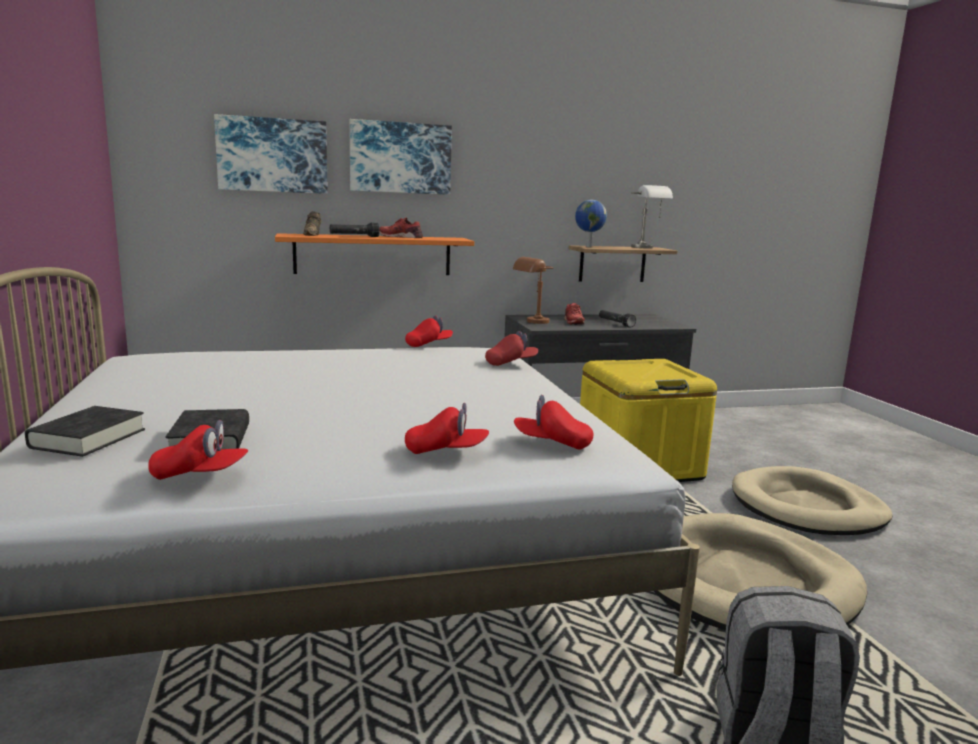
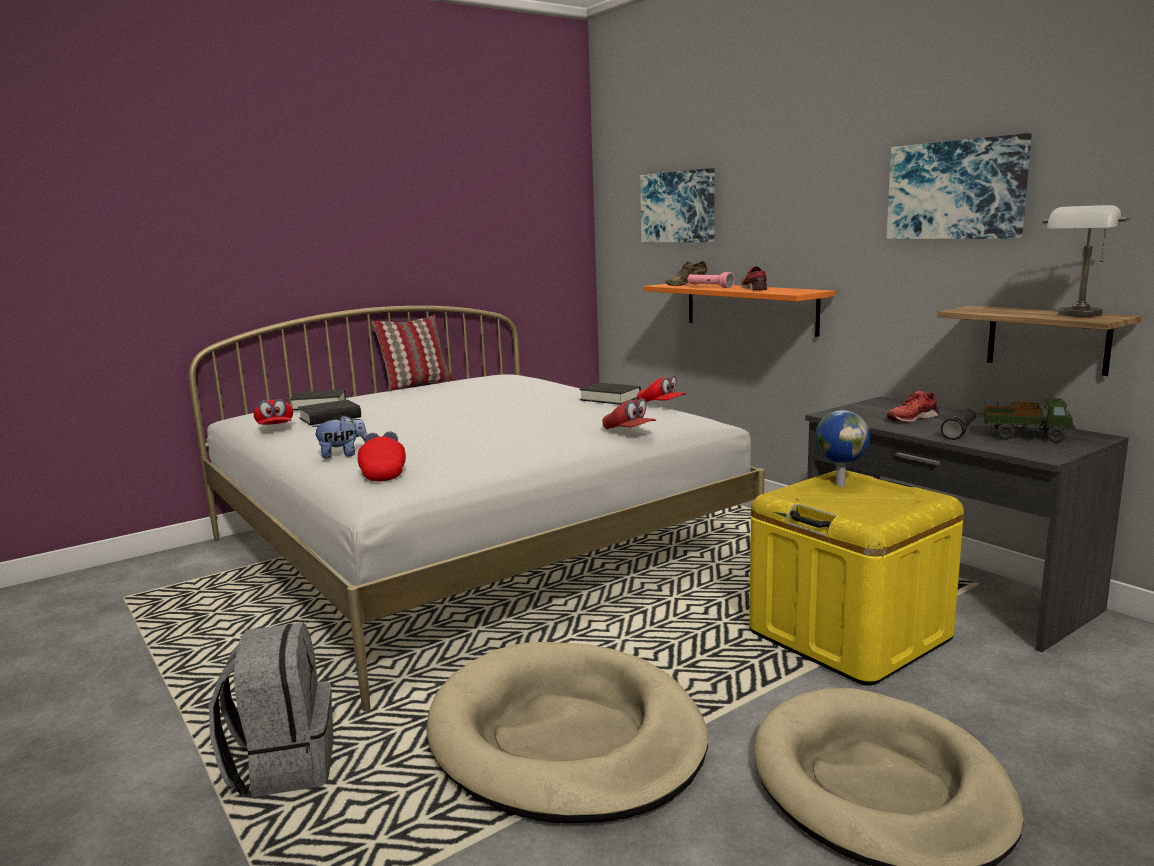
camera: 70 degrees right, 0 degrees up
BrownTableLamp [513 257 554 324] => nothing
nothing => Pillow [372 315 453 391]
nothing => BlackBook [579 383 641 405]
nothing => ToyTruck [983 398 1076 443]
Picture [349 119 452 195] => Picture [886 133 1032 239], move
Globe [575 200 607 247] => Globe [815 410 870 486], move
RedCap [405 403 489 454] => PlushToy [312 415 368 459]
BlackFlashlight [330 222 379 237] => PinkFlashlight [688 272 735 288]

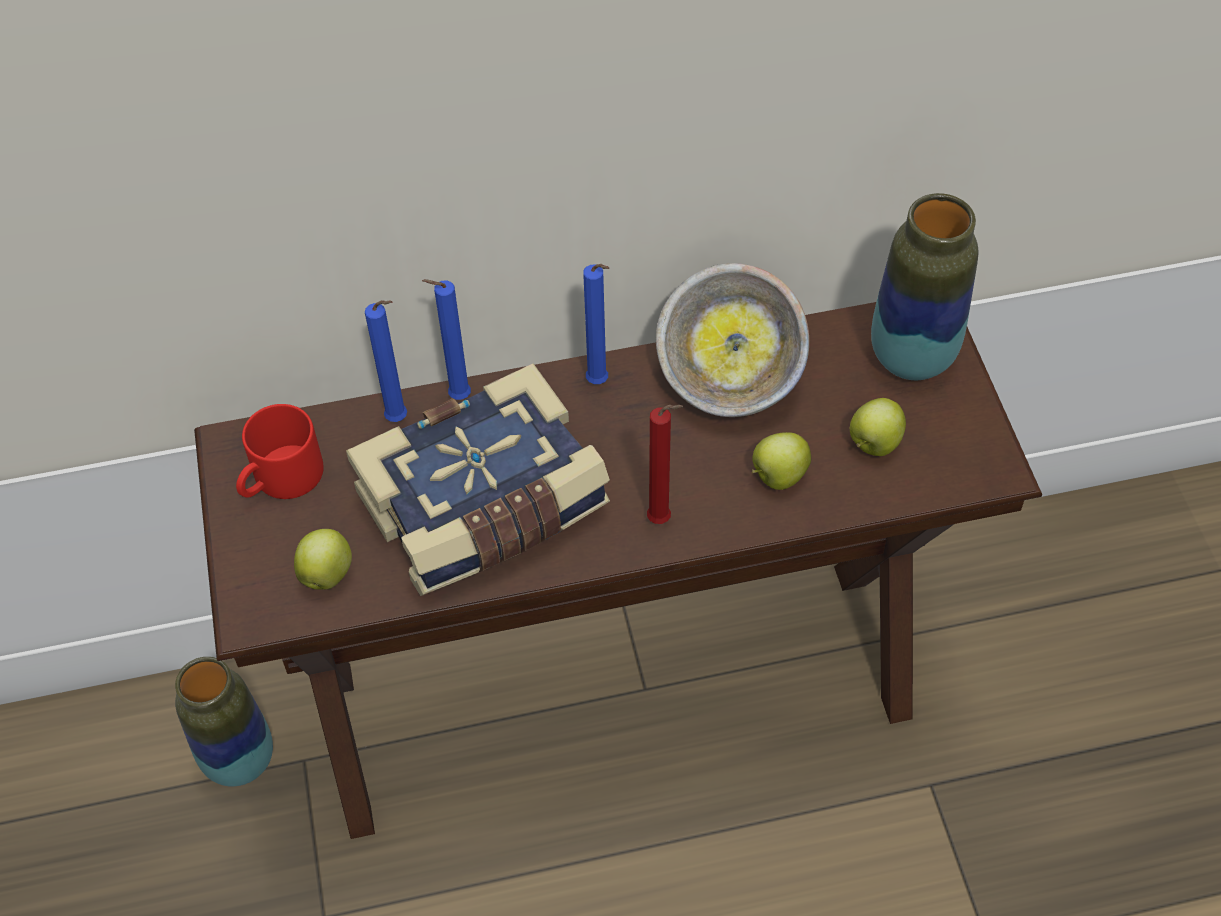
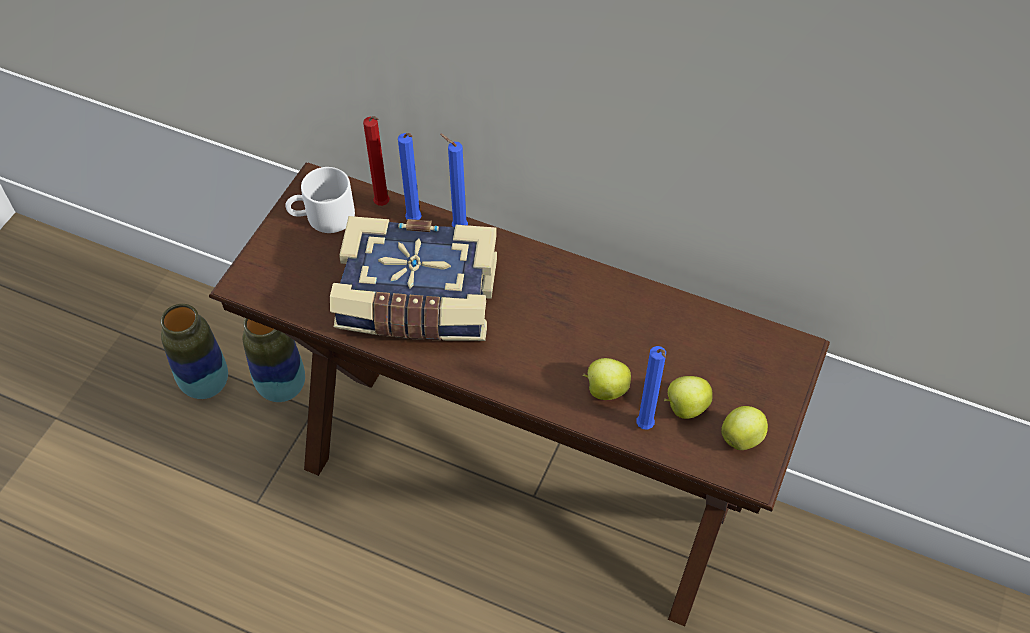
camera: 35 degrees right, 0 degrees up
Bowl [656 263 809 417] => nothing
Apple [294 529 352 590] => Apple [721 406 768 450], move
BlueCandle [583 264 609 384] => BlueCandle [636 346 666 430], move
RedCandle [647 405 683 524] => RedCandle [363 116 390 206], move
Vase [871 193 979 380] => Vase [160 304 228 399], move
RedMug [236 404 324 499] => WhiteMug [285 167 355 233]

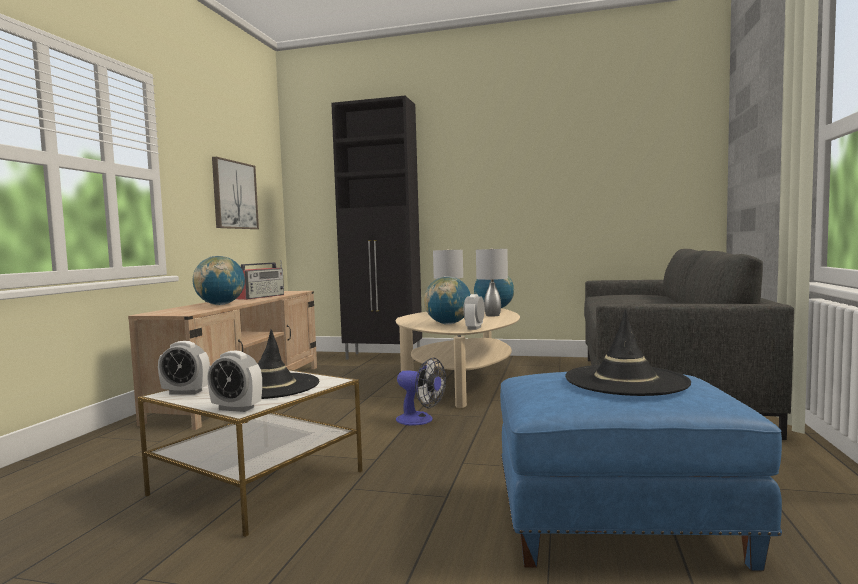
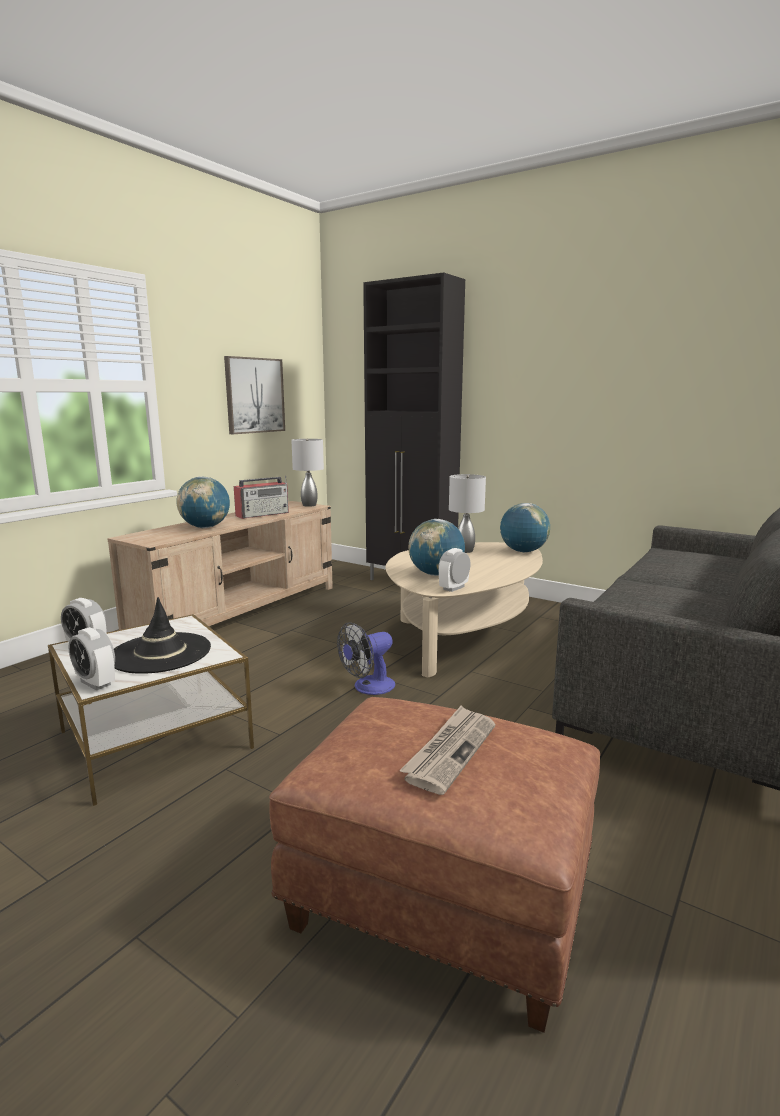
camera: 20 degrees right, 10 degrees up
GreyTableLamp [476 248 508 317] => GreyTableLamp [291 439 324 507], move
BlackHat [565 309 691 396] => Newspaper [399 705 495 795]
BlueOttoman [500 372 782 571] => BrownOttoman [269 697 600 1033]
Fan [396 358 446 425] => Fan [337 622 395 695], 90 degrees clockwise

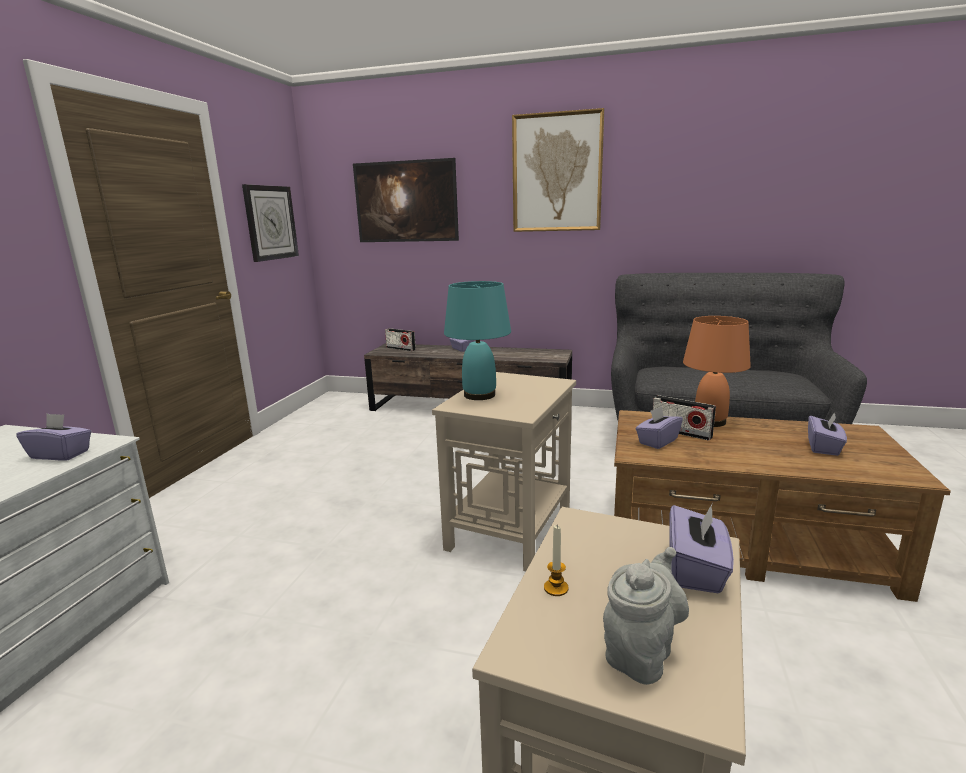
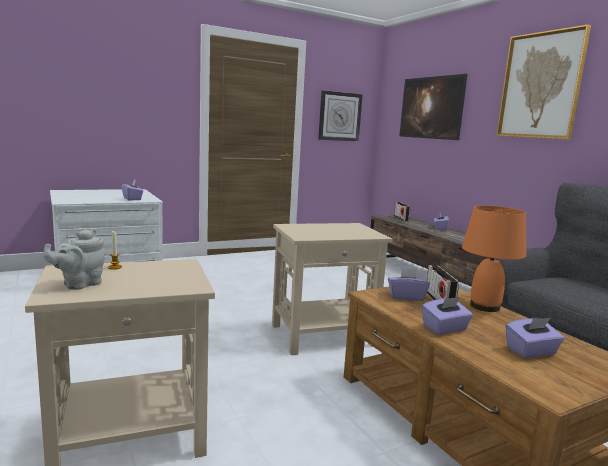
camera: 45 degrees right, 5 degrees down
TurquoiseTableLamp [444 281 511 400] => nothing
PurpleTissueBox [669 504 734 593] => PurpleTissueBox [422 297 473 335], move
GreyTeapot [603 547 689 685] => GreyTeapot [43 229 105 290], 135 degrees clockwise

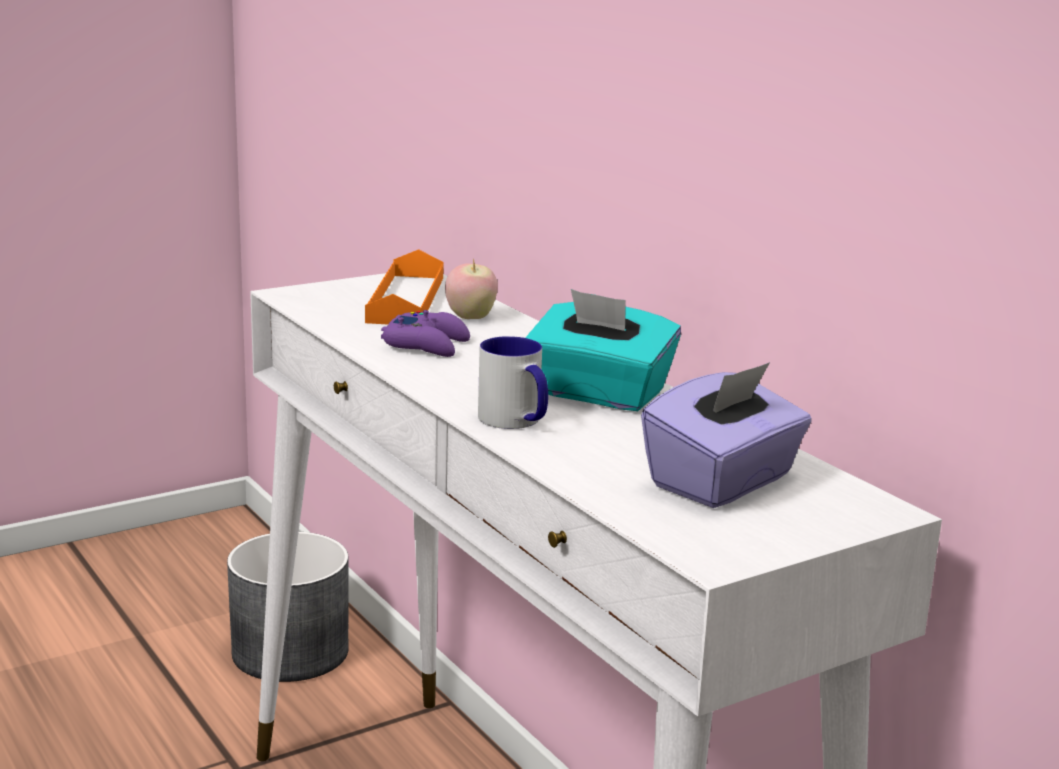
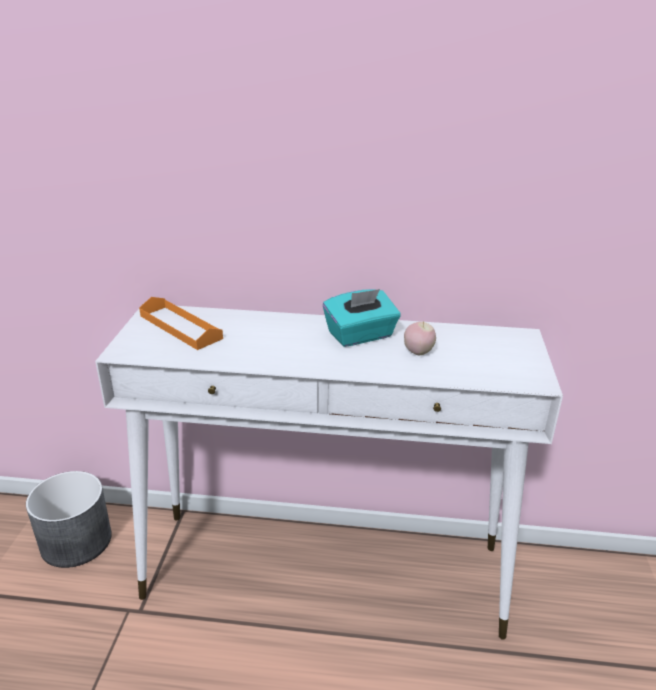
camera: 50 degrees left, 10 degrees up
PurpleGameController [381 310 470 357] => nothing
Mug [478 336 548 429] => nothing
PurpleTissueBox [641 362 812 508] => nothing
Apple [445 258 498 319] => Apple [404 321 436 355], move

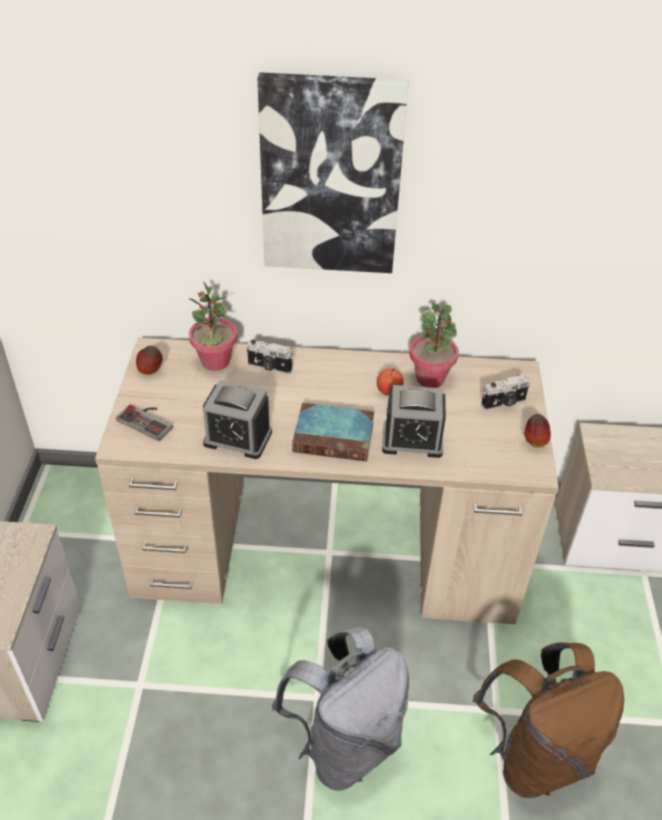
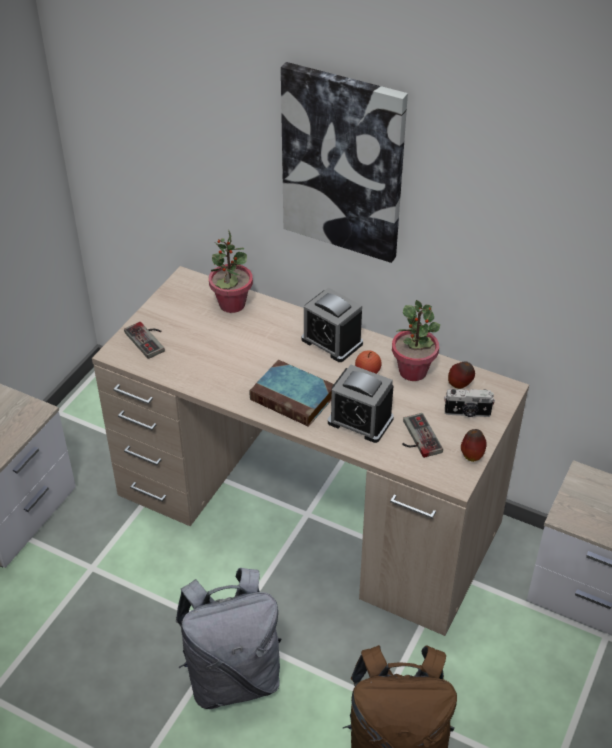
camera: 25 degrees right, 0 degrees up
PhotoCamera [247 340 293 374] => nothing
nothing => GameController [402 413 443 458]
Apple [136 346 163 375] => Apple [448 361 475 389], move
AlarmClock [203 380 272 459] => AlarmClock [302 287 363 362], move

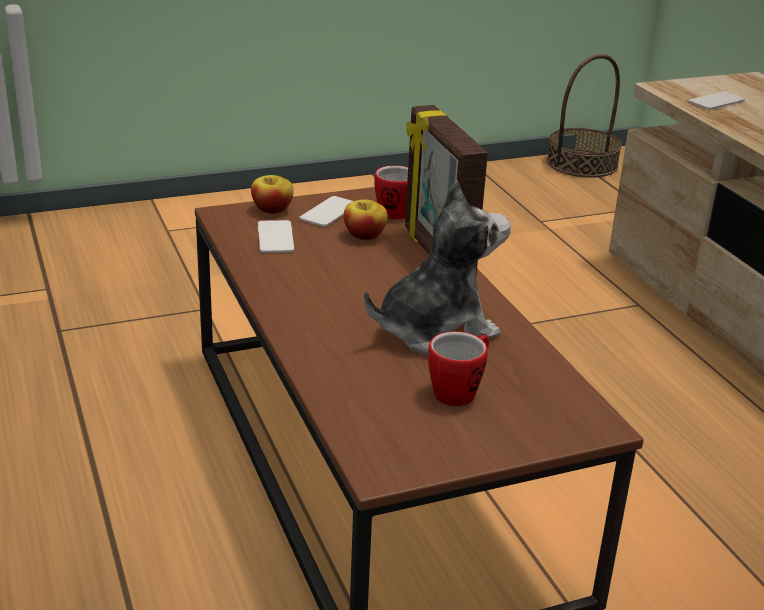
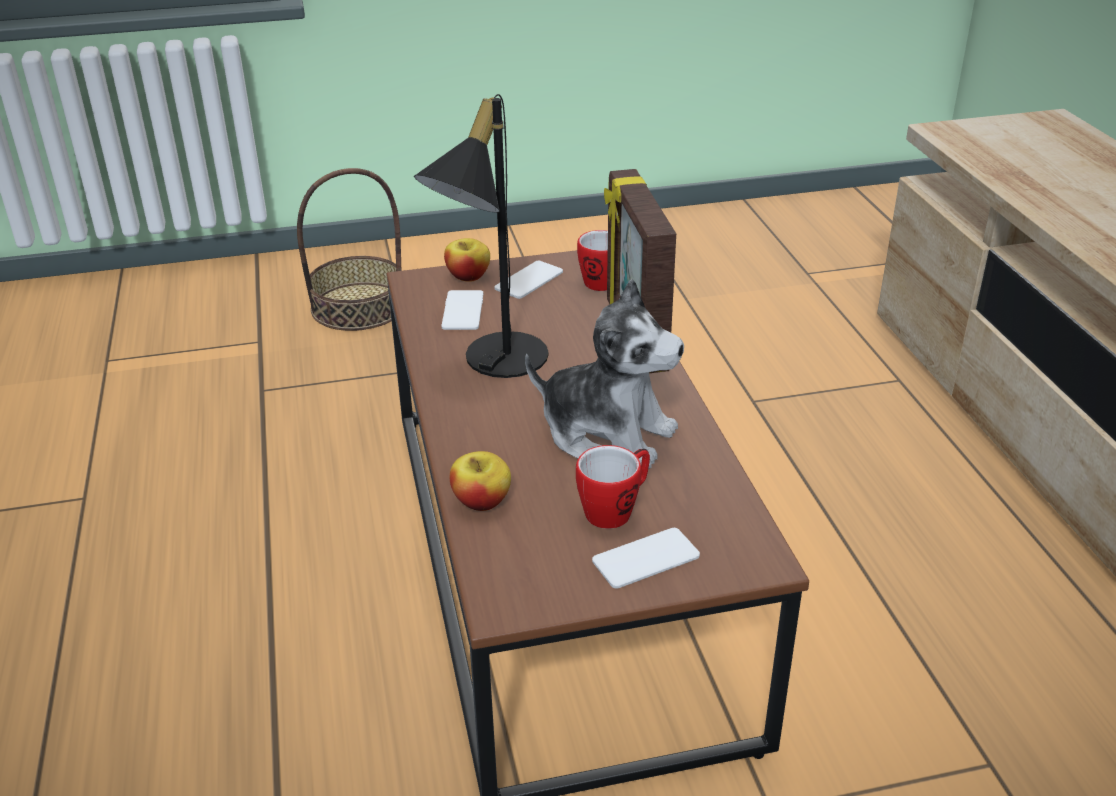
camera: 10 degrees right, 5 degrees up
nothing => BlackTableLamp [414 94 549 378]
Apple [344 200 388 240] => Apple [450 451 511 511], move
Basket [547 54 622 177] => Basket [297 168 402 331], move
Phone [689 91 745 110] => Phone [592 528 700 588], move
PlushToy [364 180 511 355] => PlushToy [525 279 684 469], 45 degrees clockwise

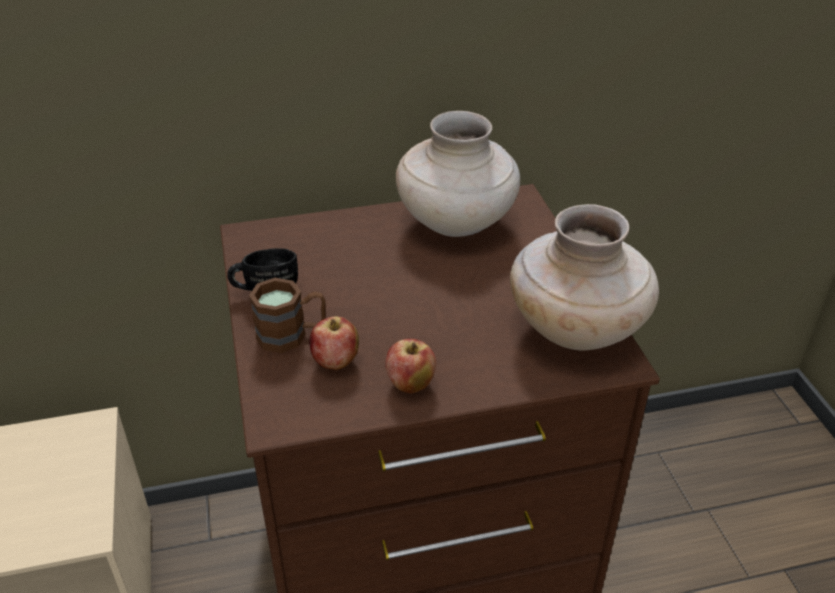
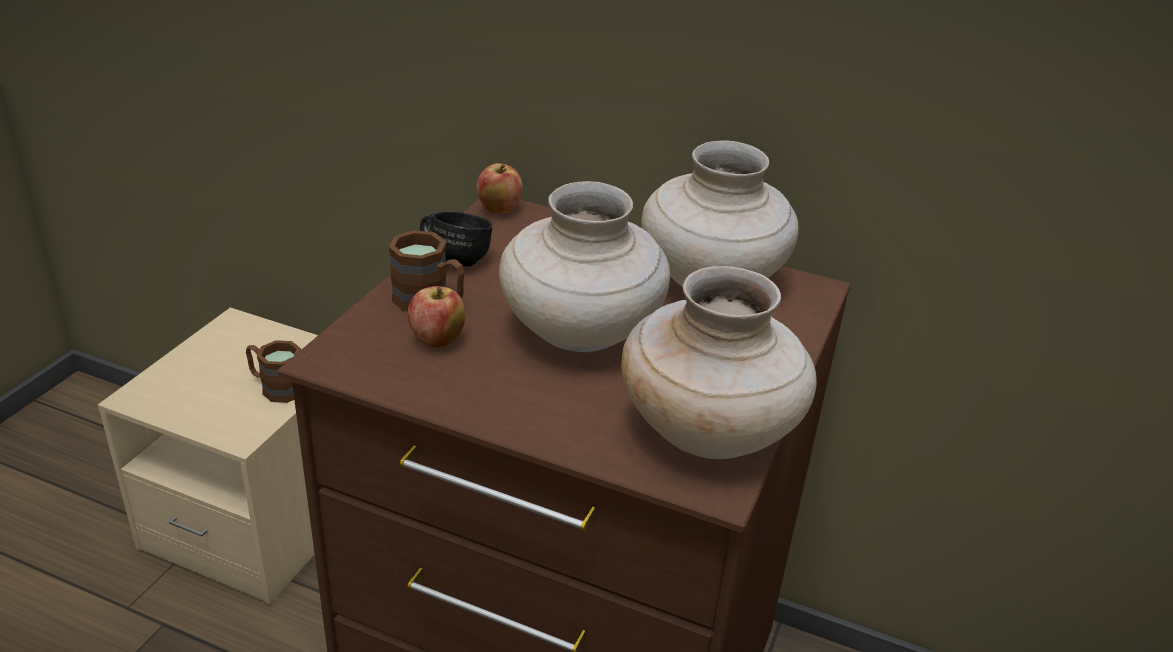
camera: 35 degrees right, 5 degrees down
nothing => BrownMug [246 340 301 403]
nothing => BeigeVase [499 181 670 352]
Apple [385 339 436 393] => Apple [476 163 523 214], move

